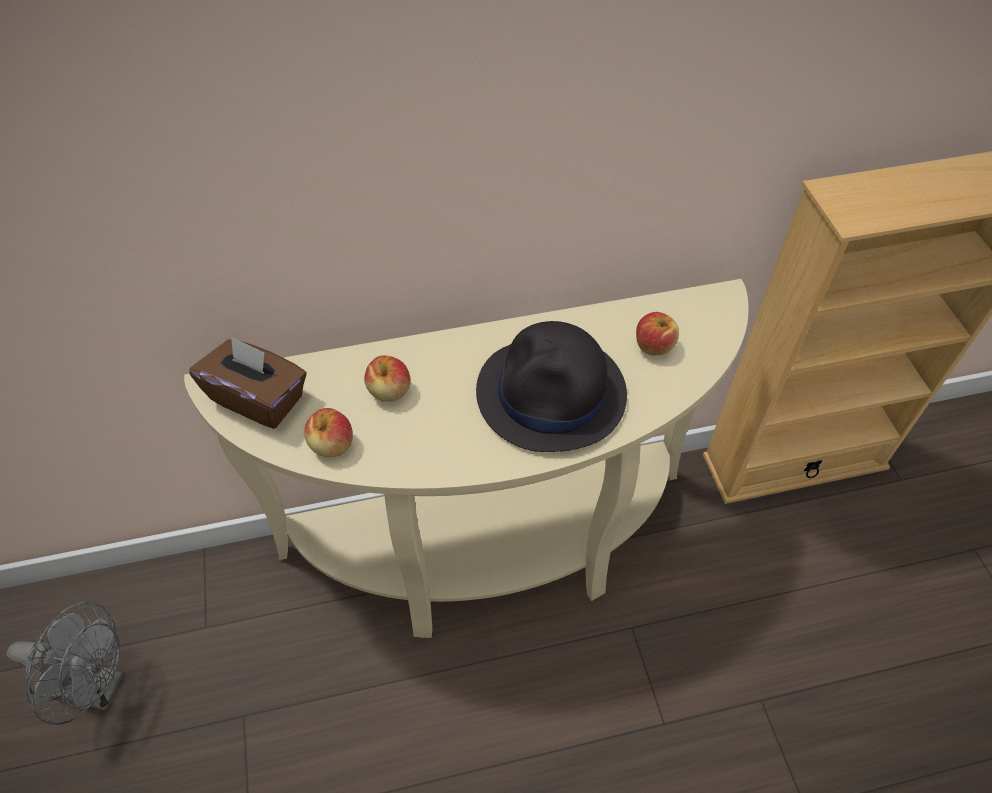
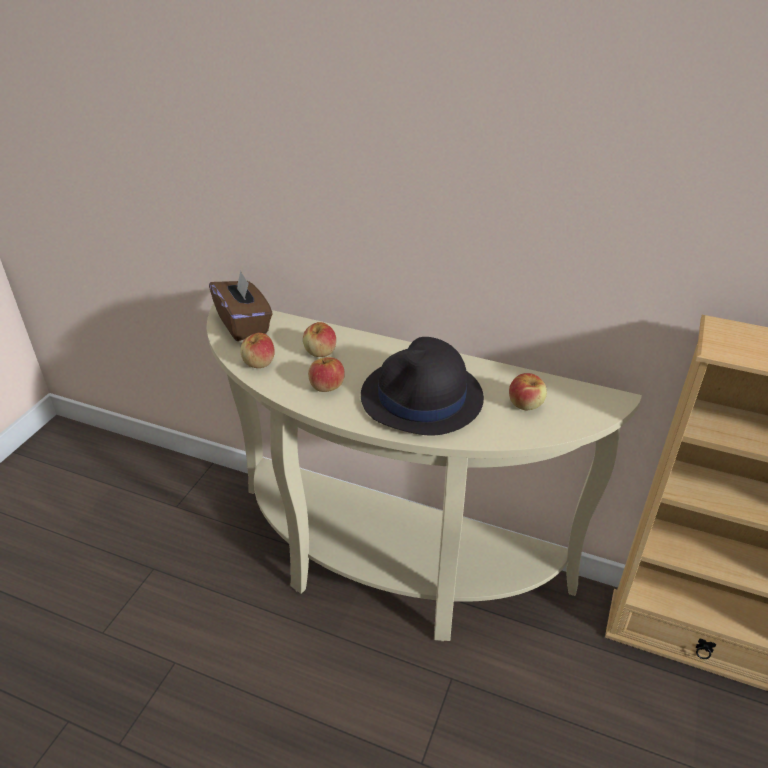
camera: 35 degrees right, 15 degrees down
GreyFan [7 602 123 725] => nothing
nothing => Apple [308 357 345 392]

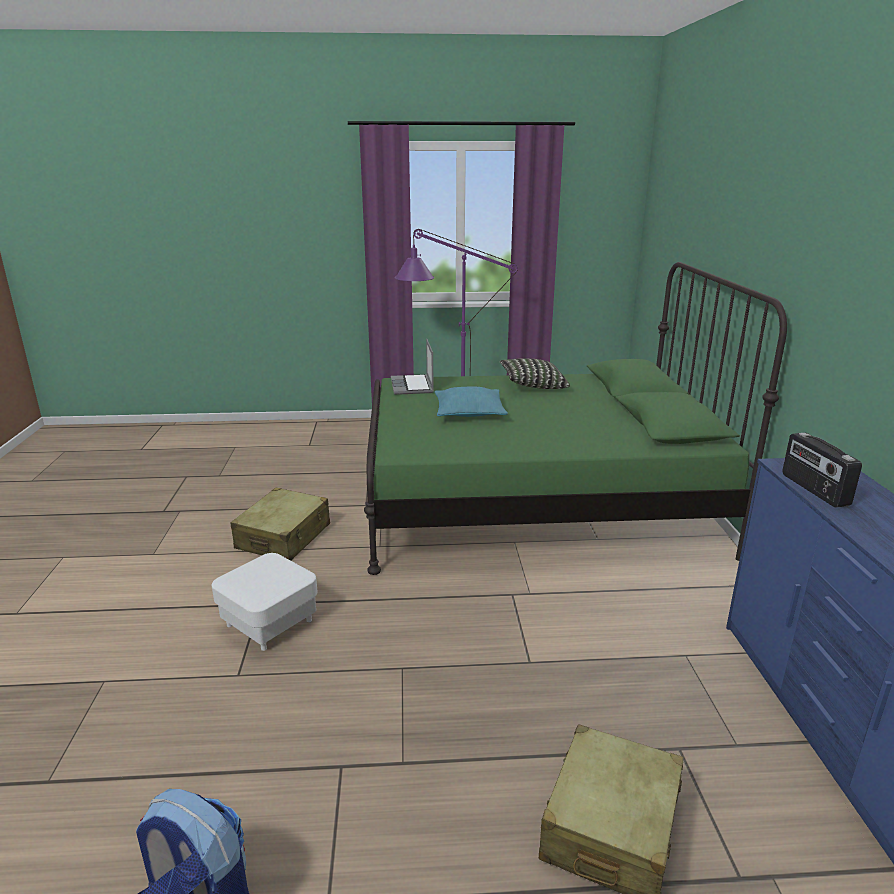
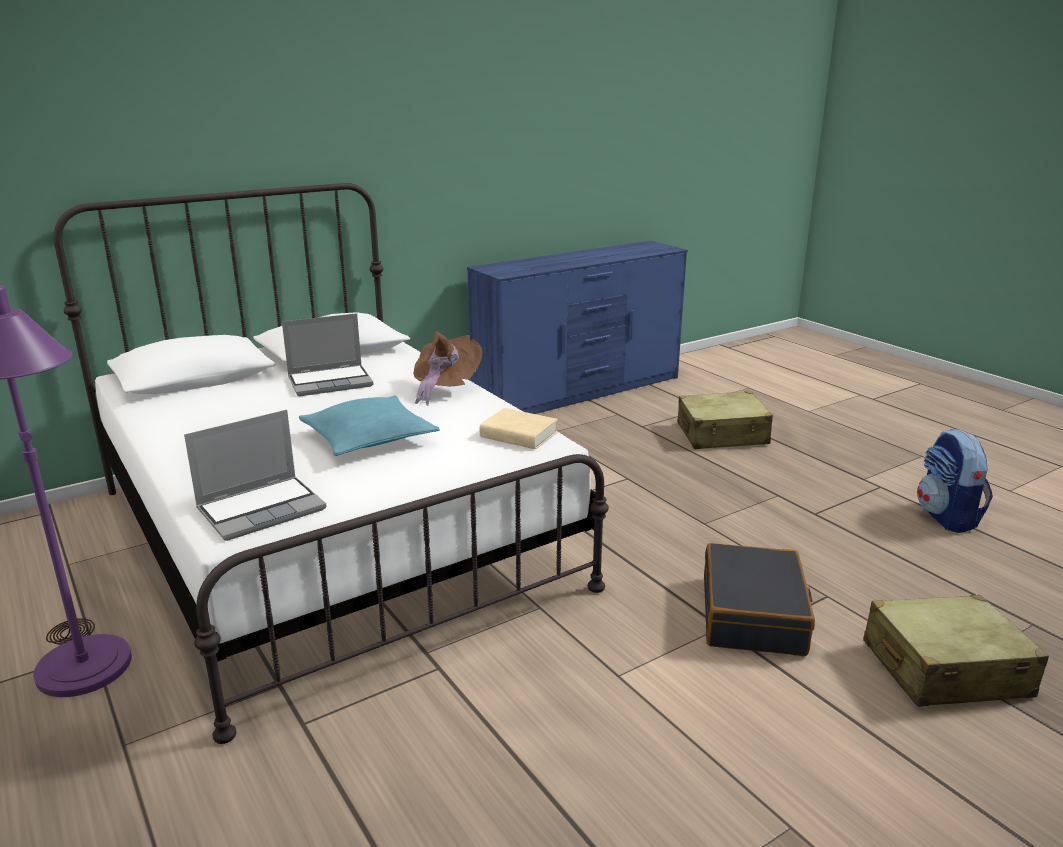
camera: 120 degrees left, 0 degrees up
Pillow [499 358 570 389] => nothing
Radio [782 433 862 508] => nothing
nothing => Laptop [282 313 373 396]
nothing => BrownHat [414 331 483 406]
nothing => BeigeBook [480 408 558 449]
BeigeSuitcase [230 488 330 561] => BeigeSuitcase [863 595 1049 707], move
WhiteOttoman [212 553 317 651] => BlackSuitcase [704 543 815 656]
GreenBed [364 262 787 575] => WhiteBed [53 183 609 744]

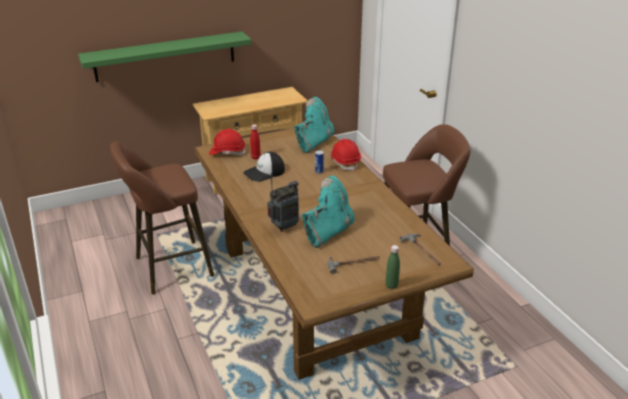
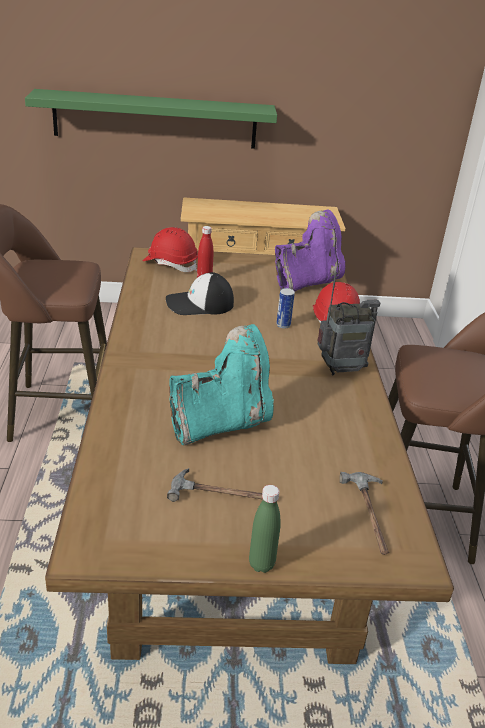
camera: 20 degrees right, 0 degrees up
Radio [267 173 299 232] => Radio [317 271 380 375], move
TurquoiseBoot [294 97 334 153] => PurpleBoot [275 210 345 291]

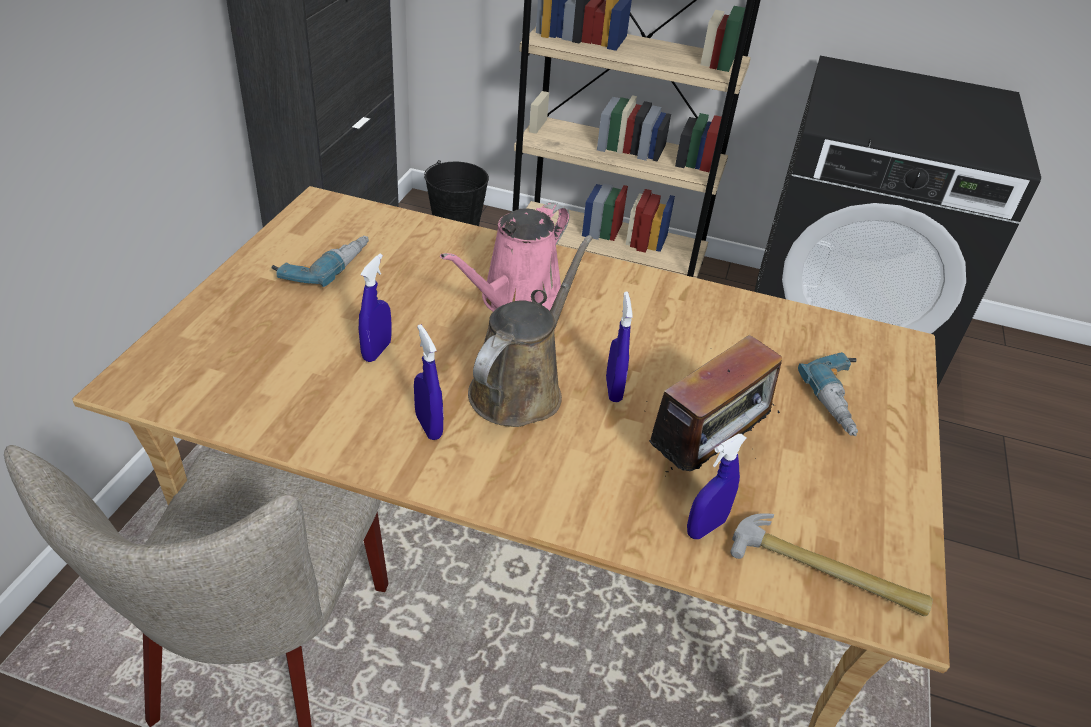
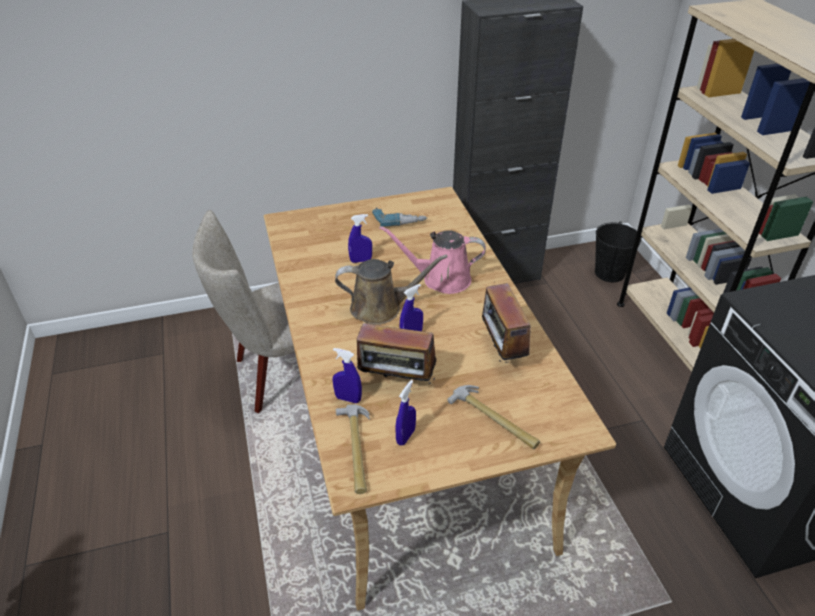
camera: 60 degrees right, 0 degrees up
nothing => Radio [482 281 531 363]
BlueSprayBottle [414 324 443 440] => BlueSprayBottle [395 380 416 446], move
PowerDrill [798 352 858 436] => Hammer [447 385 540 449]

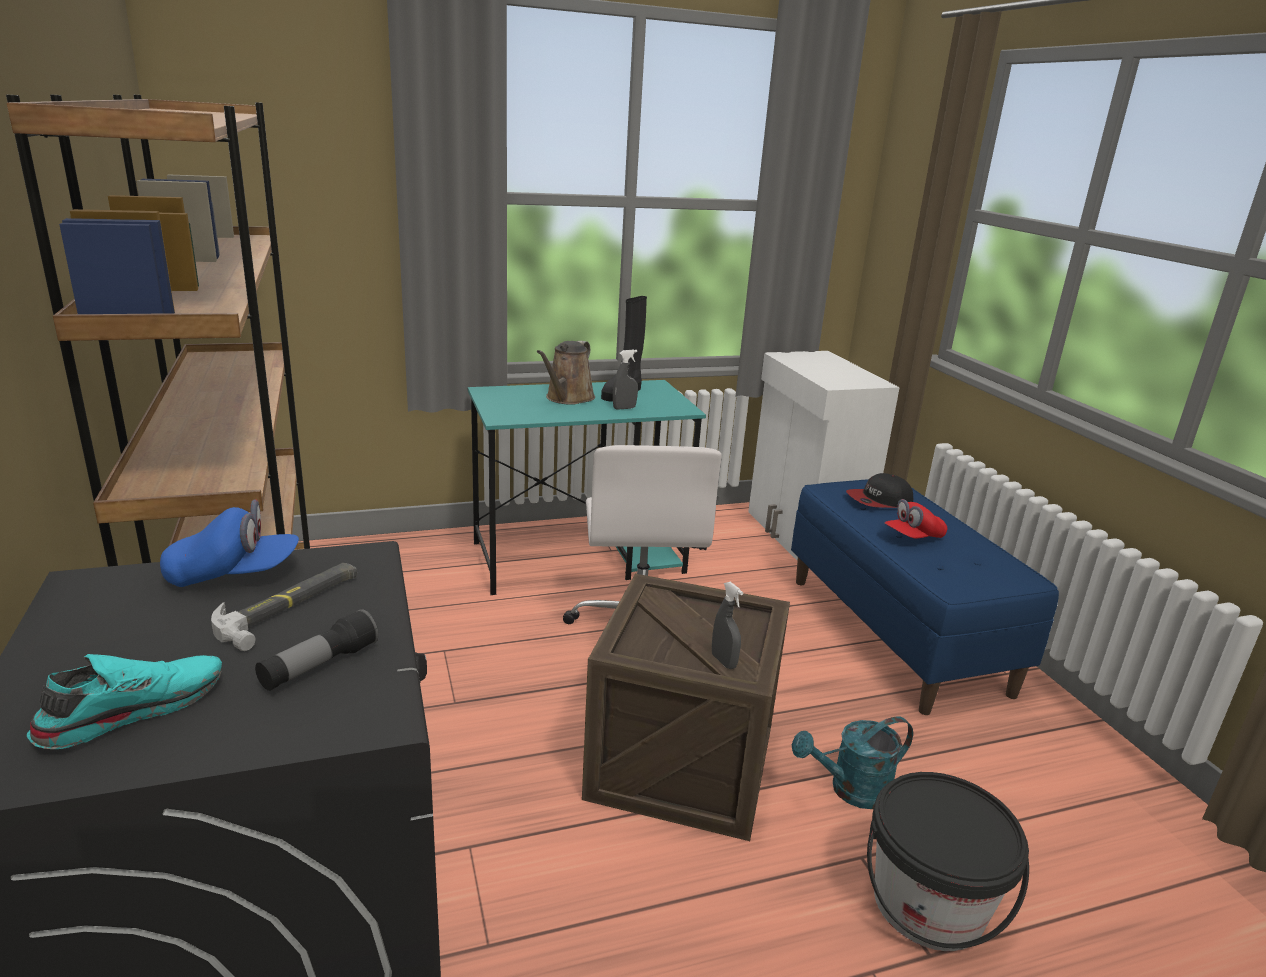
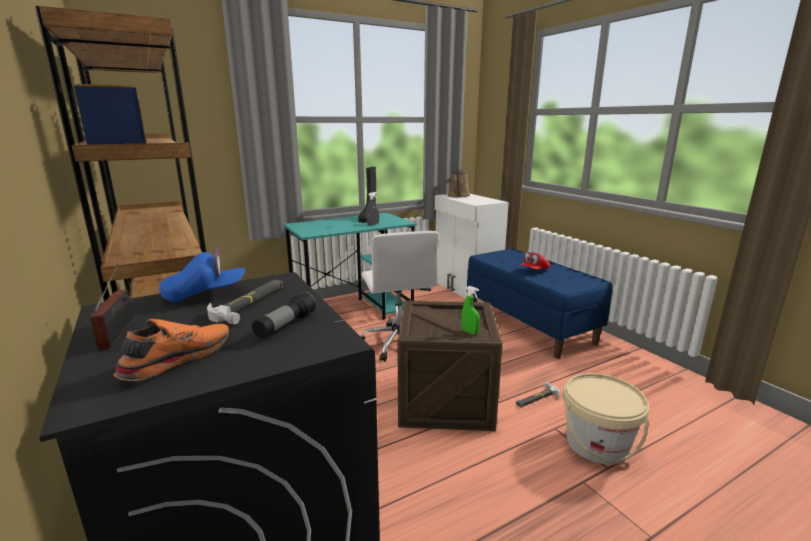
camera: 10 degrees left, 5 degrees down
Cap [846 473 913 508] => nothing
nothing => Radio [90 264 134 349]
BrownWateringCan [537 341 595 405] => BrownWateringCan [447 169 470 198], move
TurquoiseWateringCan [792 717 913 809] => Hammer [516 382 560 407]
TurquoiseShoe [27 654 222 749] => OrangeShoe [113 319 229 381]
GreySprayBottle [712 582 743 669] => GreenSprayBottle [461 286 480 335]
BlackBucket [867 772 1029 951] => BeigeBucket [563 373 649 465]

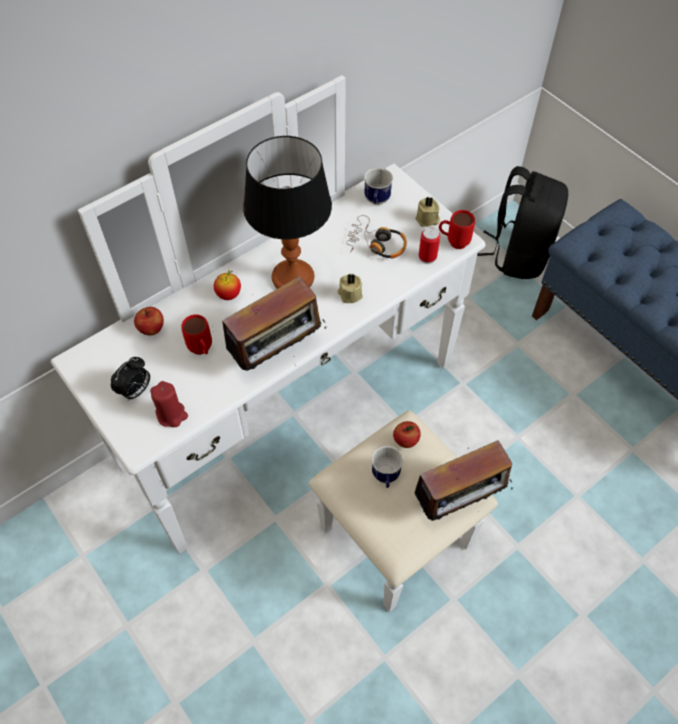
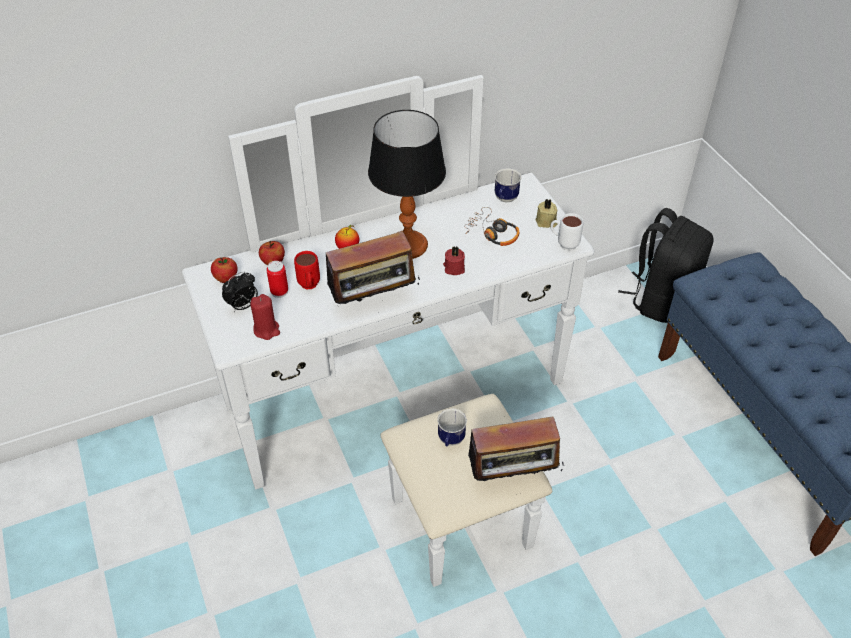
camera: 15 degrees right, 10 degrees down
Apple [393 421 421 448] => Apple [211 257 238 283], move
Can [419 227 440 264] => Can [266 261 288 298], move
BeigeCandle [337 274 363 303] => RedCandle [443 246 465 275]
RedMug [439 210 475 249] => WhiteMug [551 213 583 251]

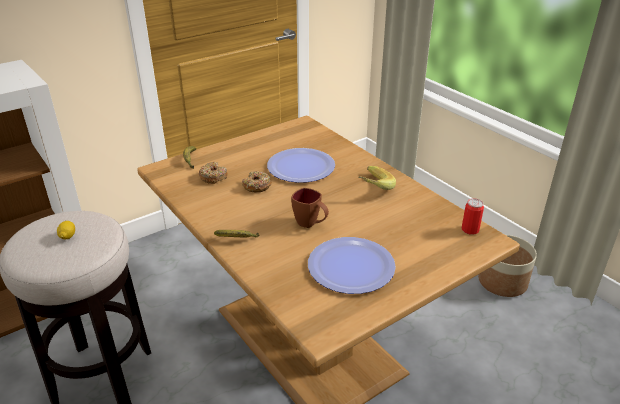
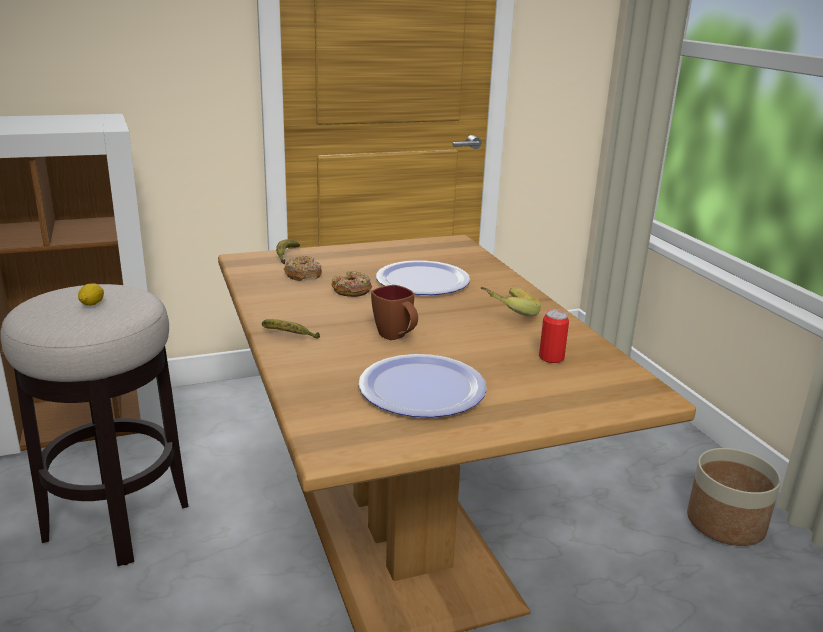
camera: 15 degrees right, 10 degrees down
Can [462 198 484 235] => Can [539 310 569 363], move

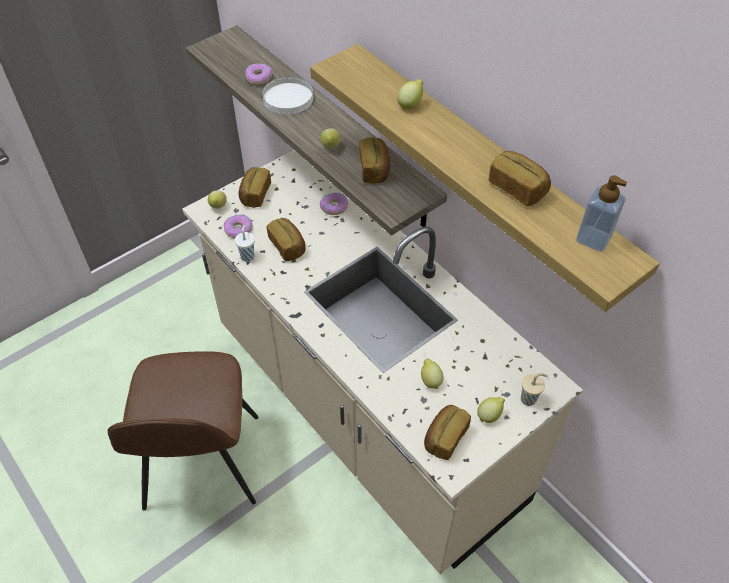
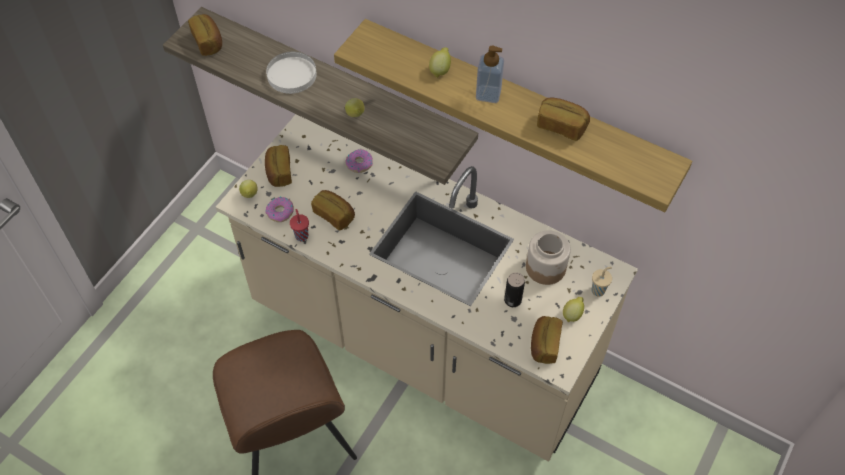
camera: 20 degrees left, 5 degrees up
Donut [246 63 272 85] => nothing
nothing => Jar [526 230 571 285]
Bread [359 137 390 184] => Bread [188 14 222 56], move
SoapDispenser [576 175 627 252] => SoapDispenser [476 46 504 103], move
Lemon [421 358 444 389] => Can [504 272 525 307]
WhiteCup [235 225 255 261] => RedCup [290 209 309 241]

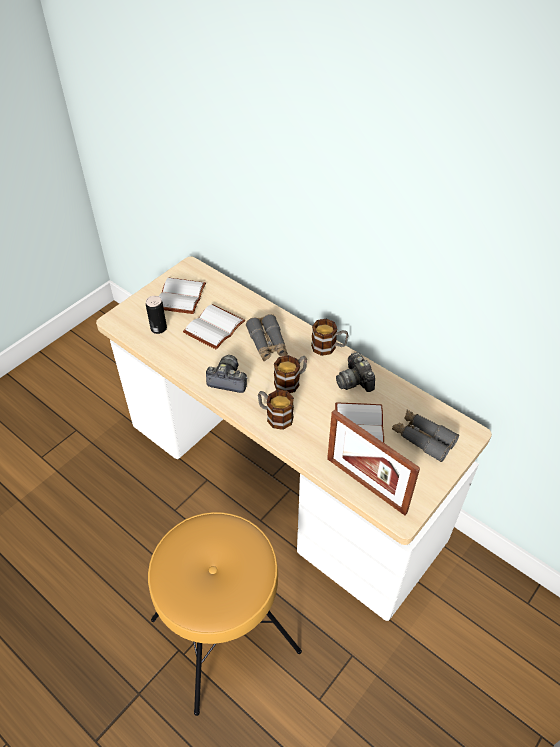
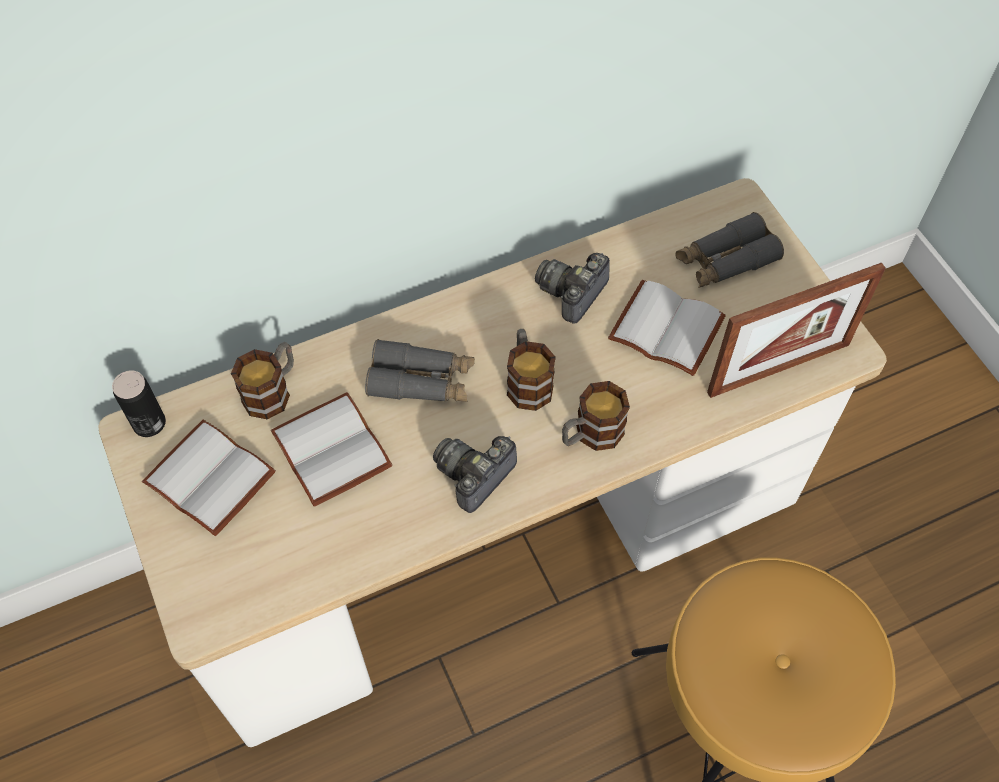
camera: 65 degrees left, 10 degrees up
Can [146 296 167 334] => Can [112 370 166 437], move
Mug [311 318 349 356] => Mug [231 342 294 419], move
PhotoCamera [336 352 375 392] => PhotoCamera [535 253 610 324], 120 degrees clockwise

